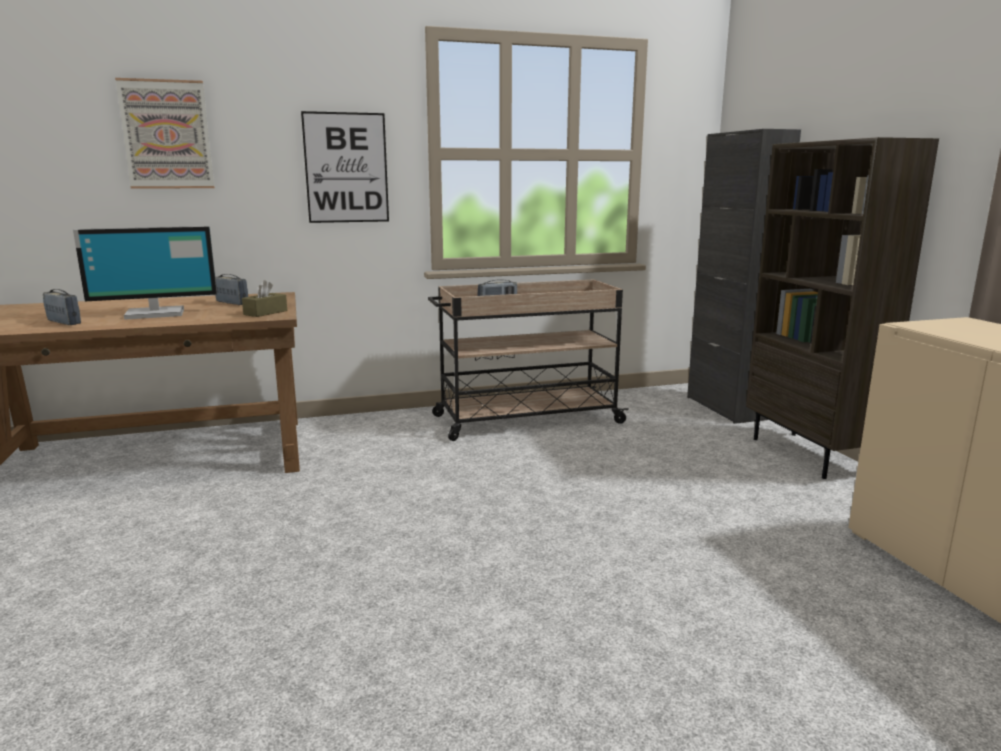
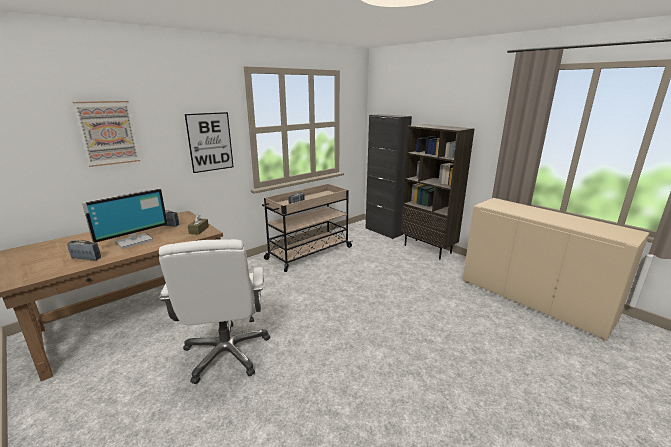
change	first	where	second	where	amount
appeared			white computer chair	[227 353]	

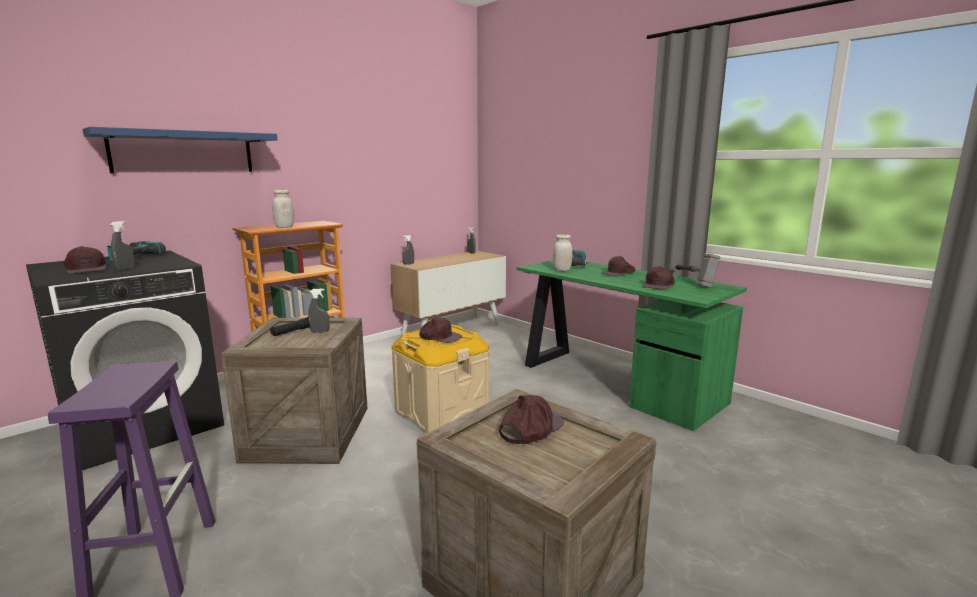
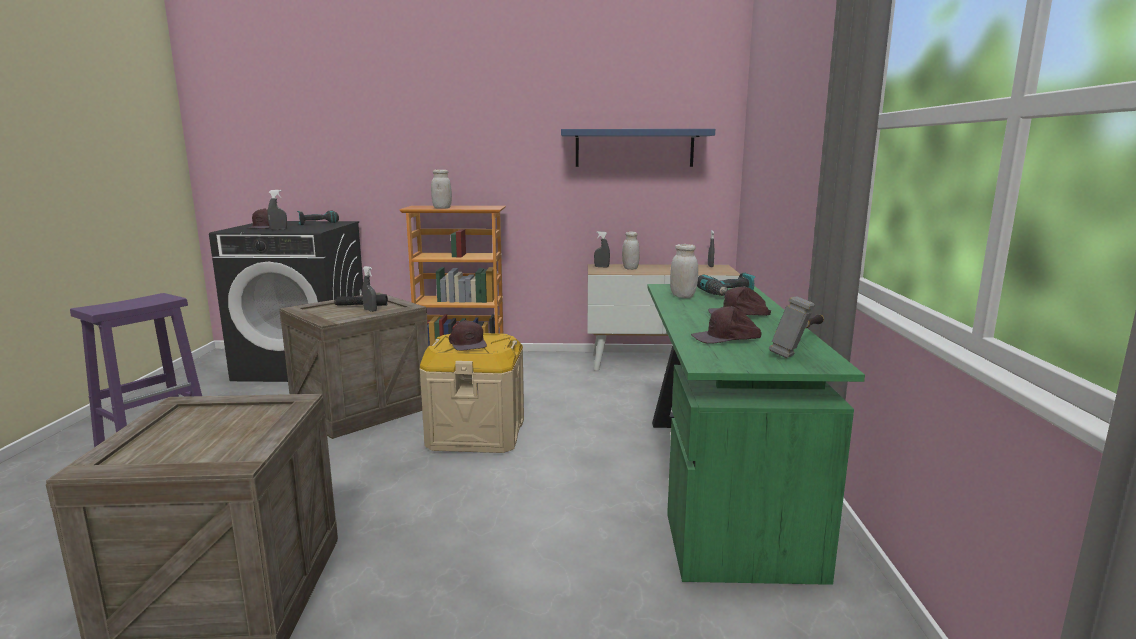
change	first	where	second	where	amount
relocated	blue-coloured bracket shelf	[183 152]		[634 148]	
appeared			white storage jar	[630 268]	
missing	brown baseball cap	[530 427]			

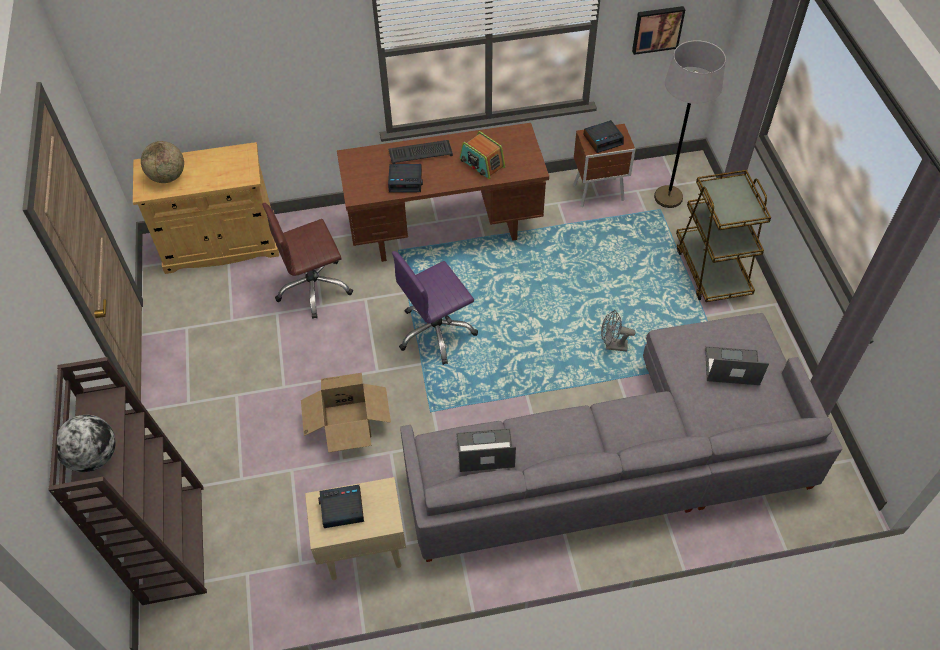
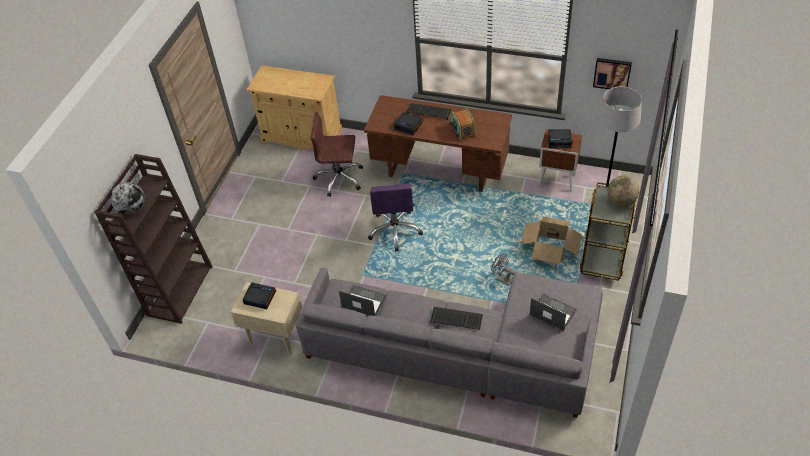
change	first	where	second	where	amount
spun	purple computer chair	[436 332]		[395 230]	90 degrees counterclockwise
appeared			PC keyboard	[455 319]	
relocated	packing box	[347 422]		[550 248]	
relocated	desk globe	[168 176]		[621 201]	

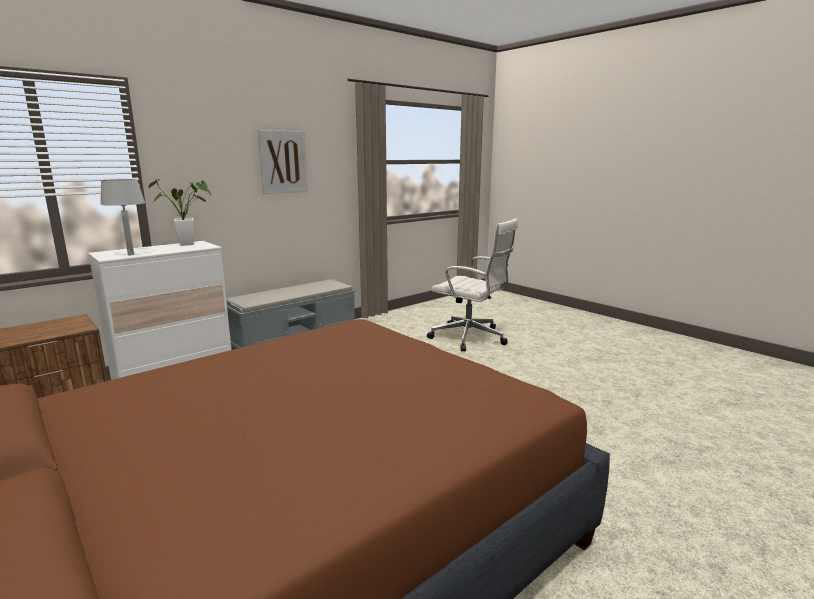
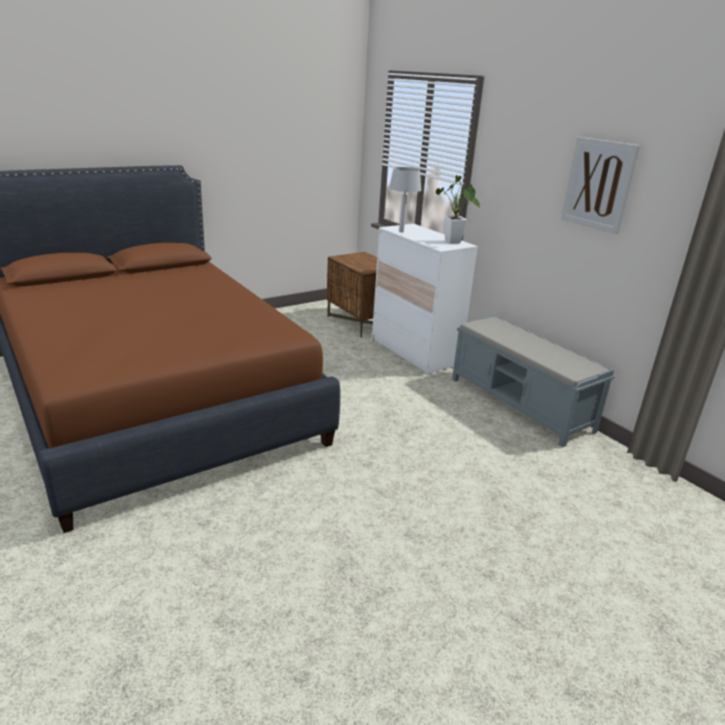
change	first	where	second	where	amount
missing	white computer chair	[470 338]			

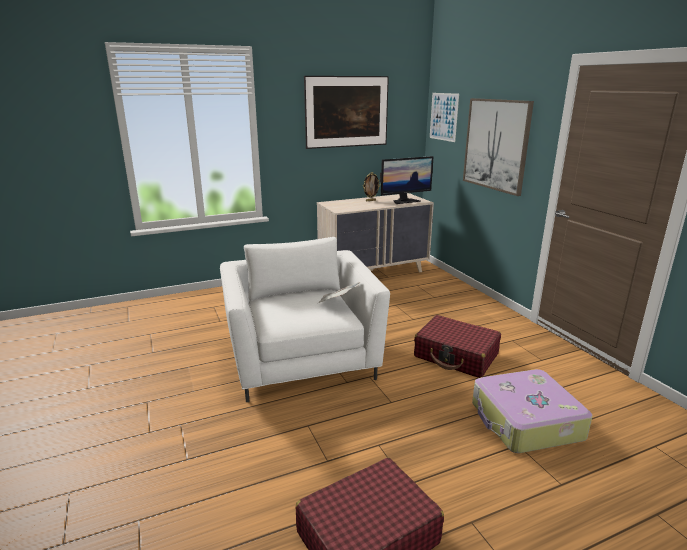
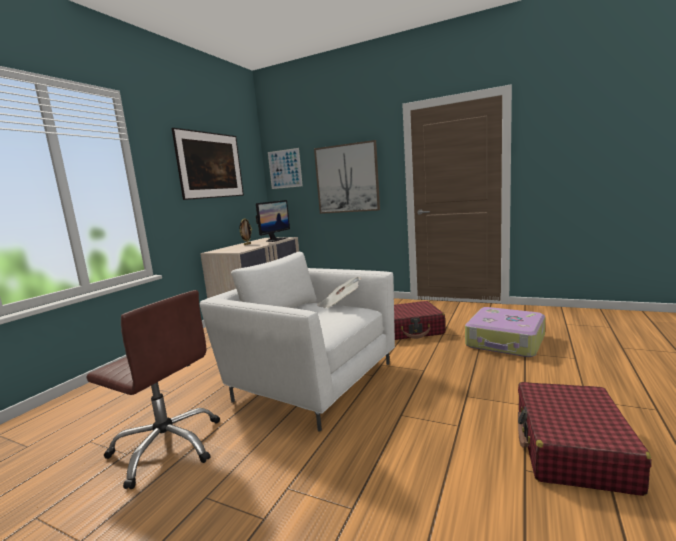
change	first	where	second	where	amount
appeared			brown computer chair	[167 446]	

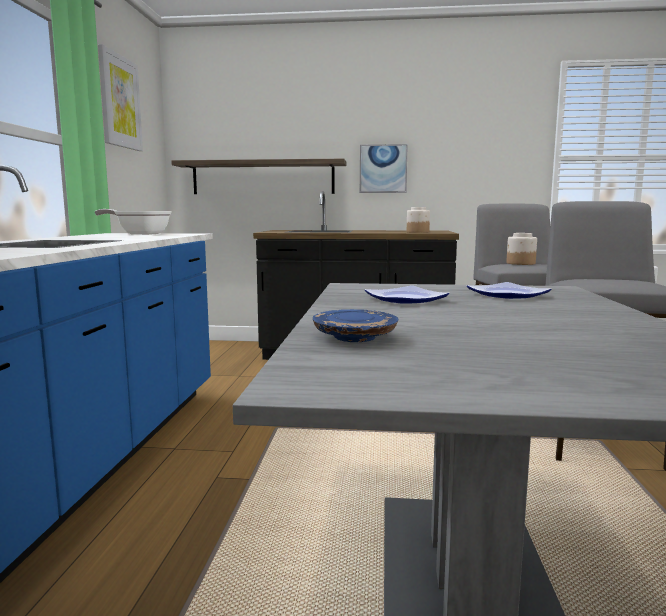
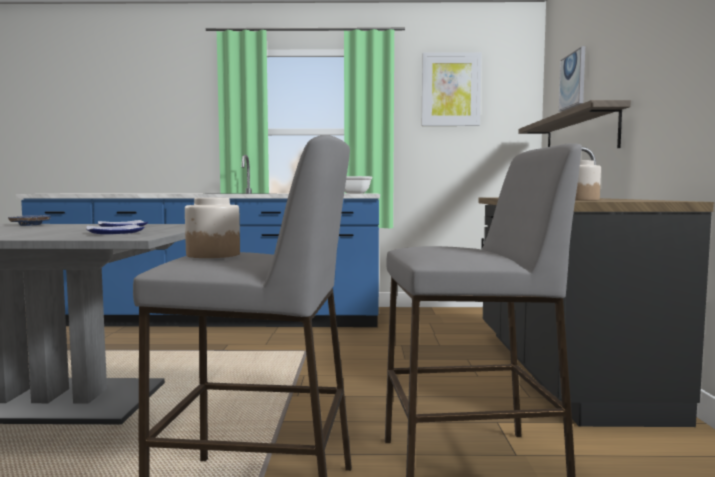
change	first	where	second	where	amount
relocated	storage jar	[520 263]		[213 255]	
relocated	wall picture	[383 169]		[573 80]	

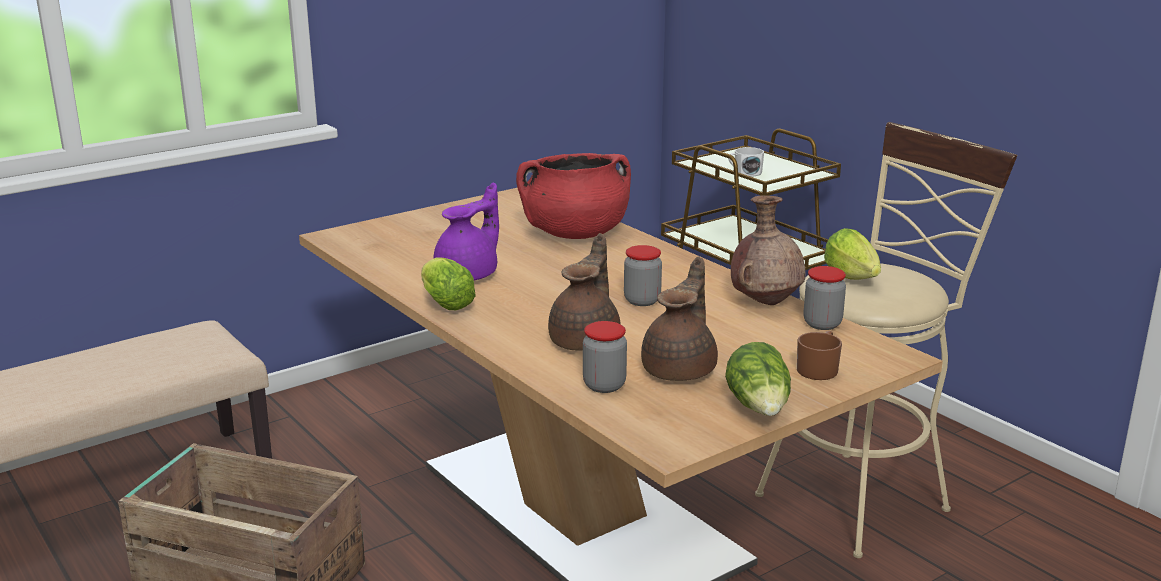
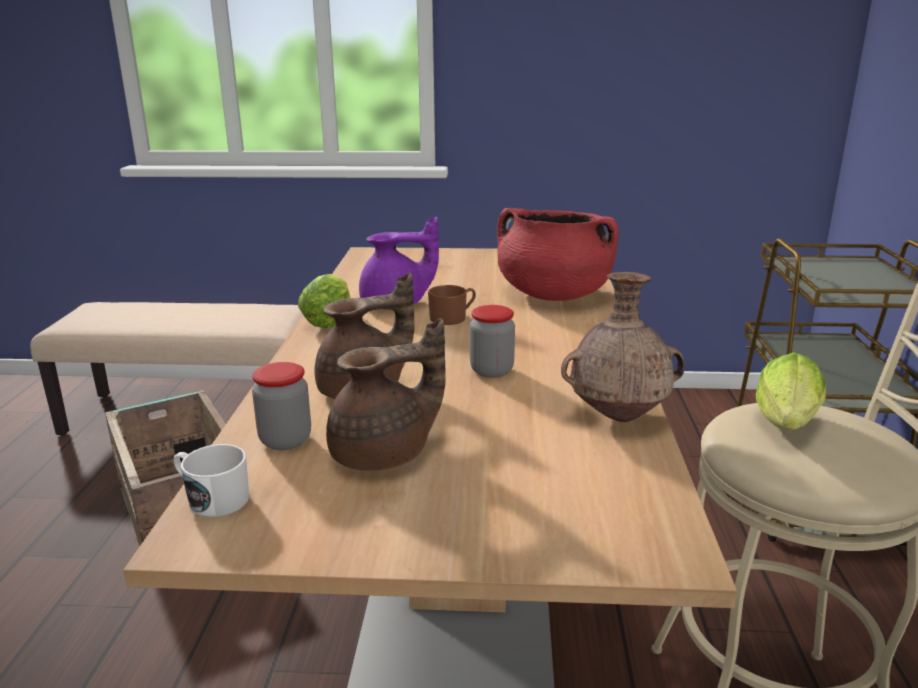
change	first	where	second	where	amount
relocated	white mug	[744 173]		[212 499]	
relocated	brown mug	[819 368]		[452 318]	
missing	lettuce	[759 408]			
missing	storage jar	[822 324]			

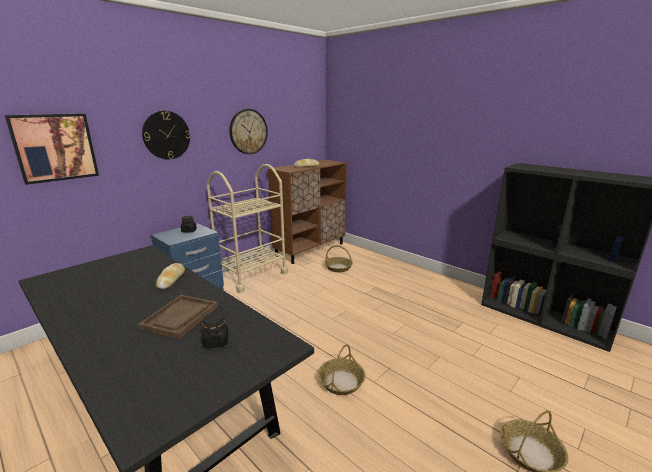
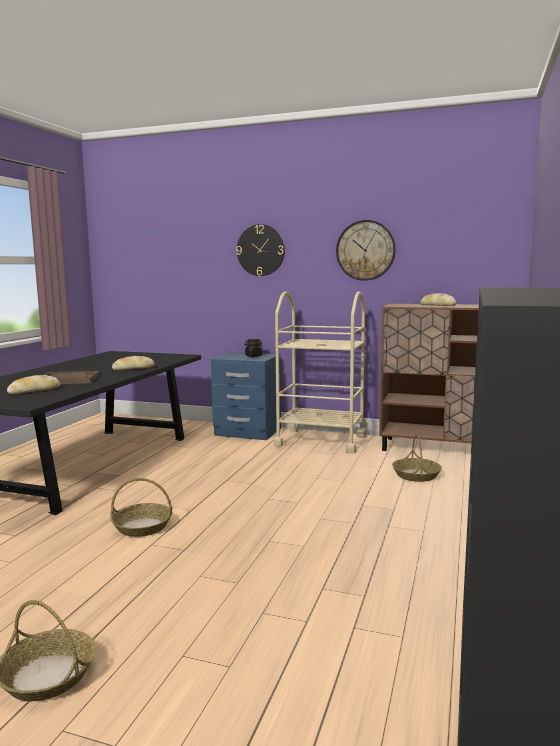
change	first	where	second	where	amount
exchanged	black storage jar	[216 341]	bakery bread	[34 391]	
missing	wall picture	[55 147]			

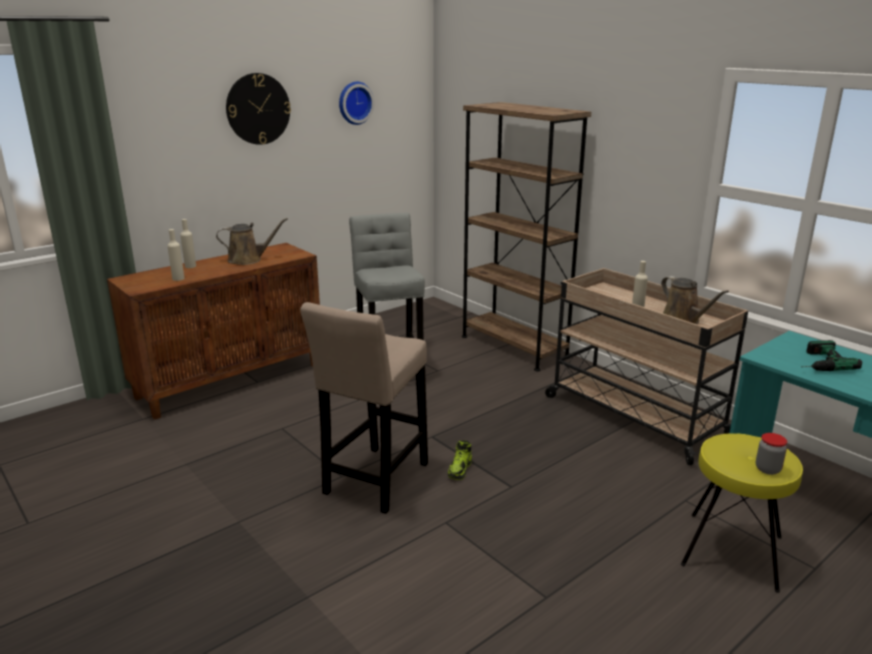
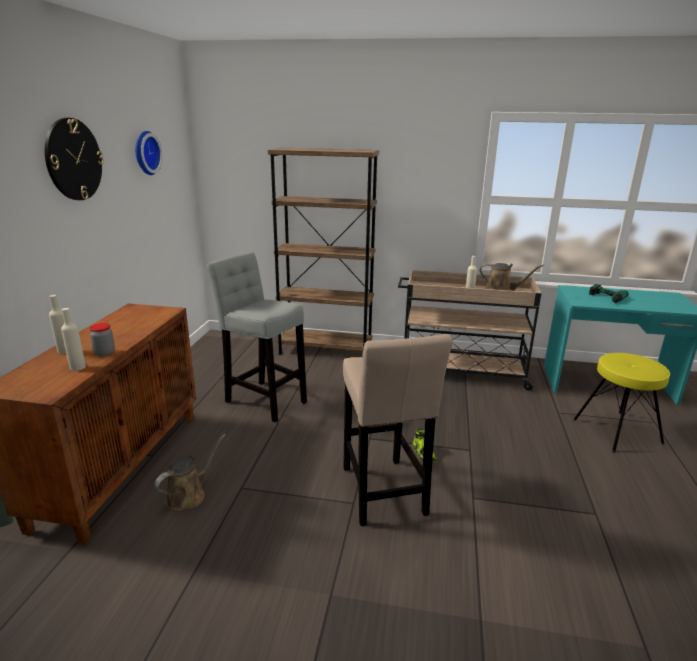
change	first	where	second	where	amount
relocated	storage jar	[767 469]		[104 353]	
relocated	brown watering pot	[248 260]		[189 495]	

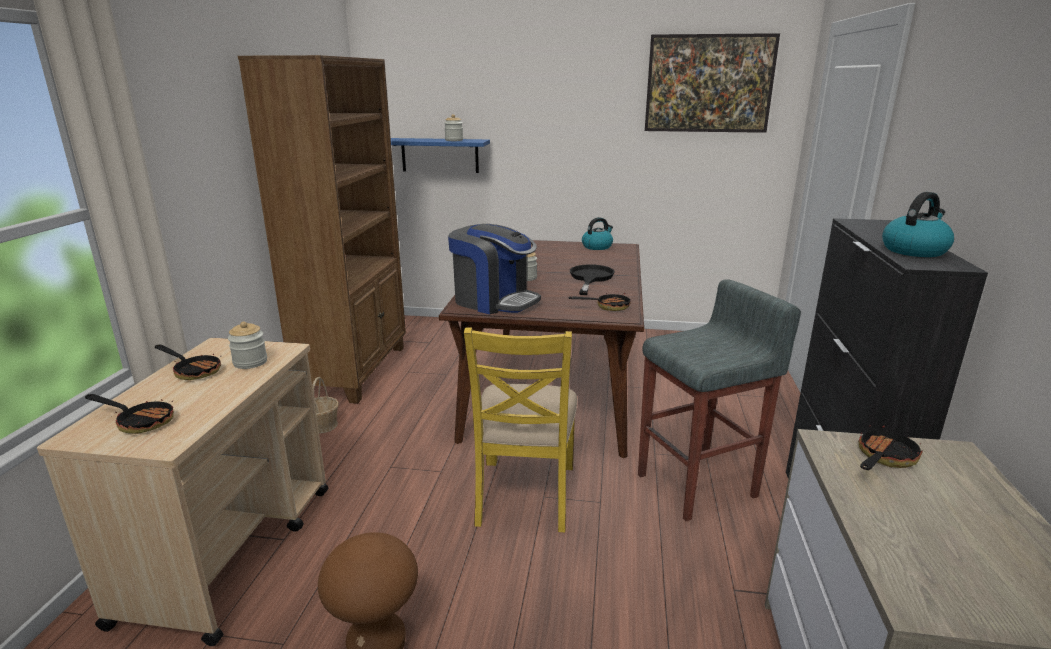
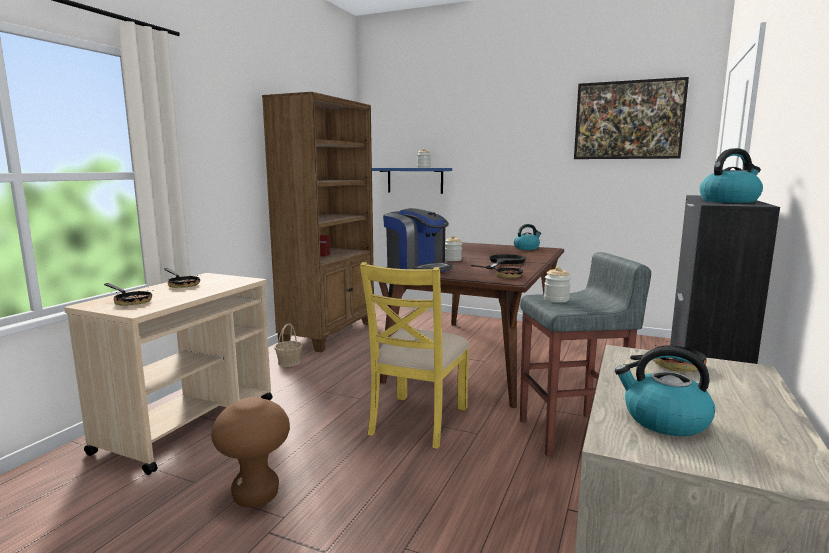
change	first	where	second	where	amount
relocated	storage jar	[250 362]		[556 299]	
appeared			tea kettle	[664 420]	

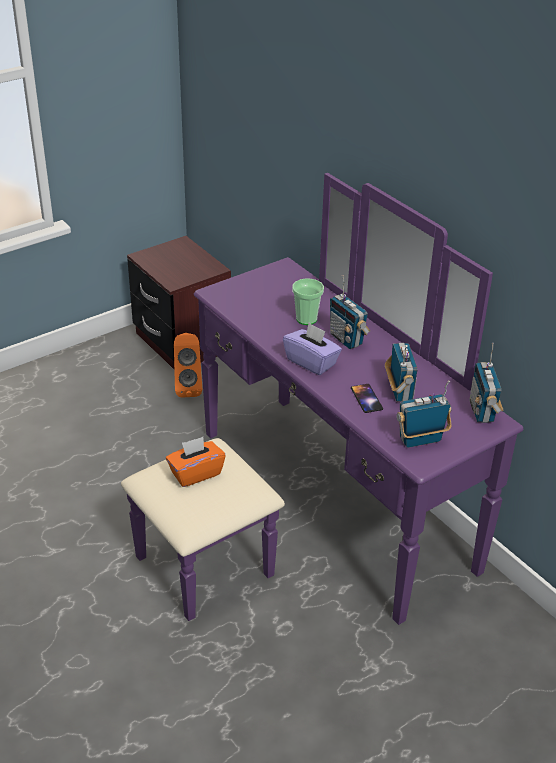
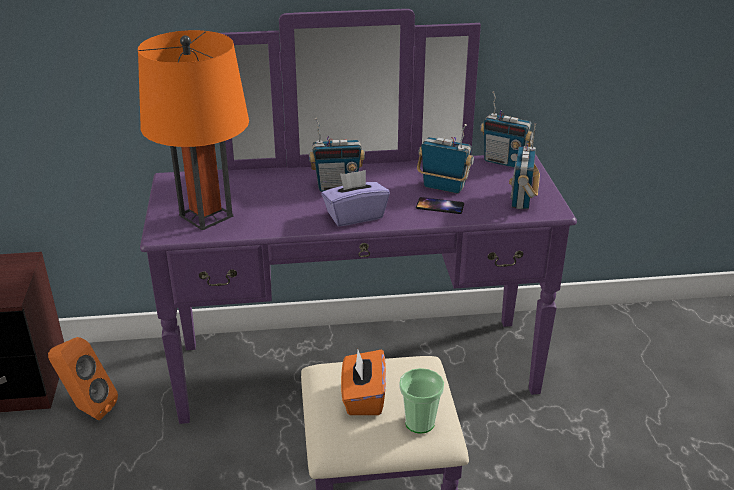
change	first	where	second	where	amount
appeared			orange-coloured tabletop lamp	[206 216]	
relocated	drinking cup	[306 319]		[419 423]	

